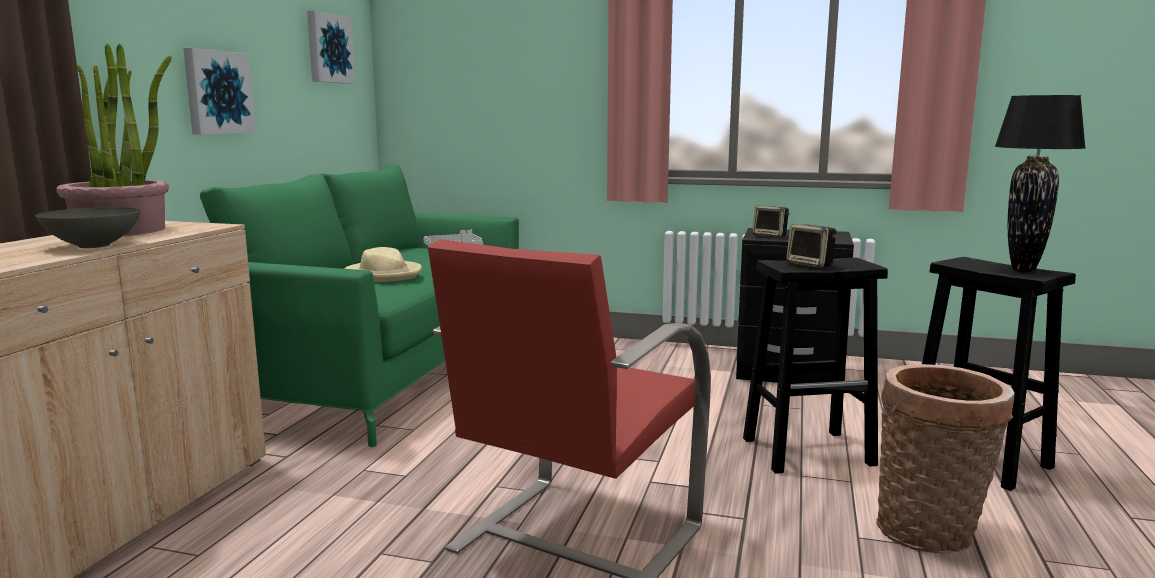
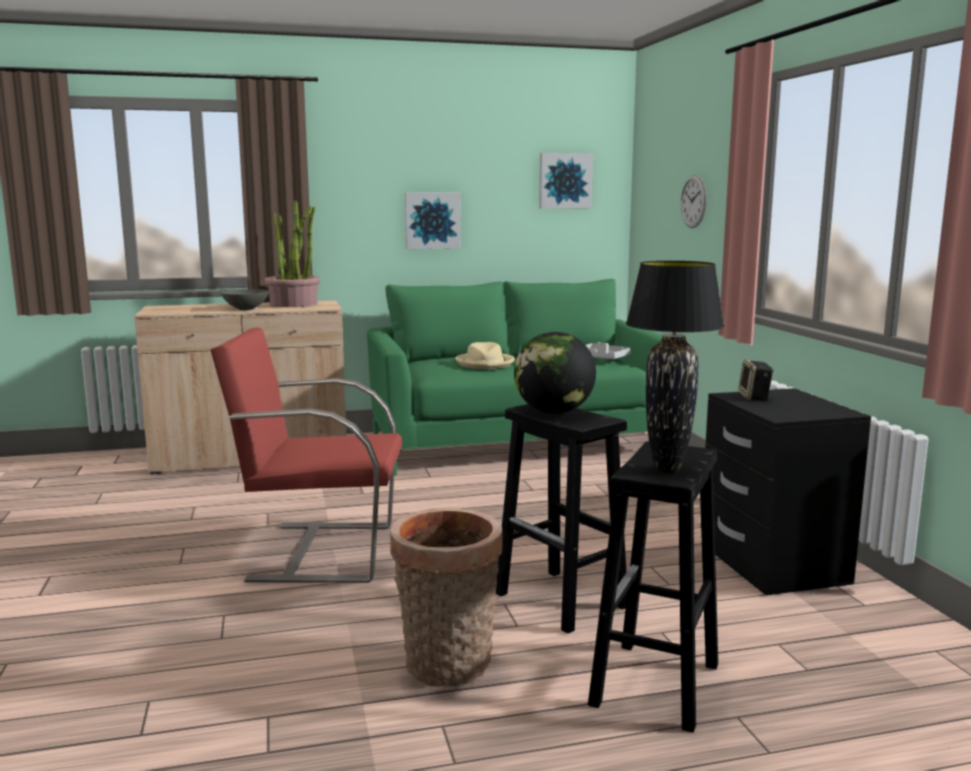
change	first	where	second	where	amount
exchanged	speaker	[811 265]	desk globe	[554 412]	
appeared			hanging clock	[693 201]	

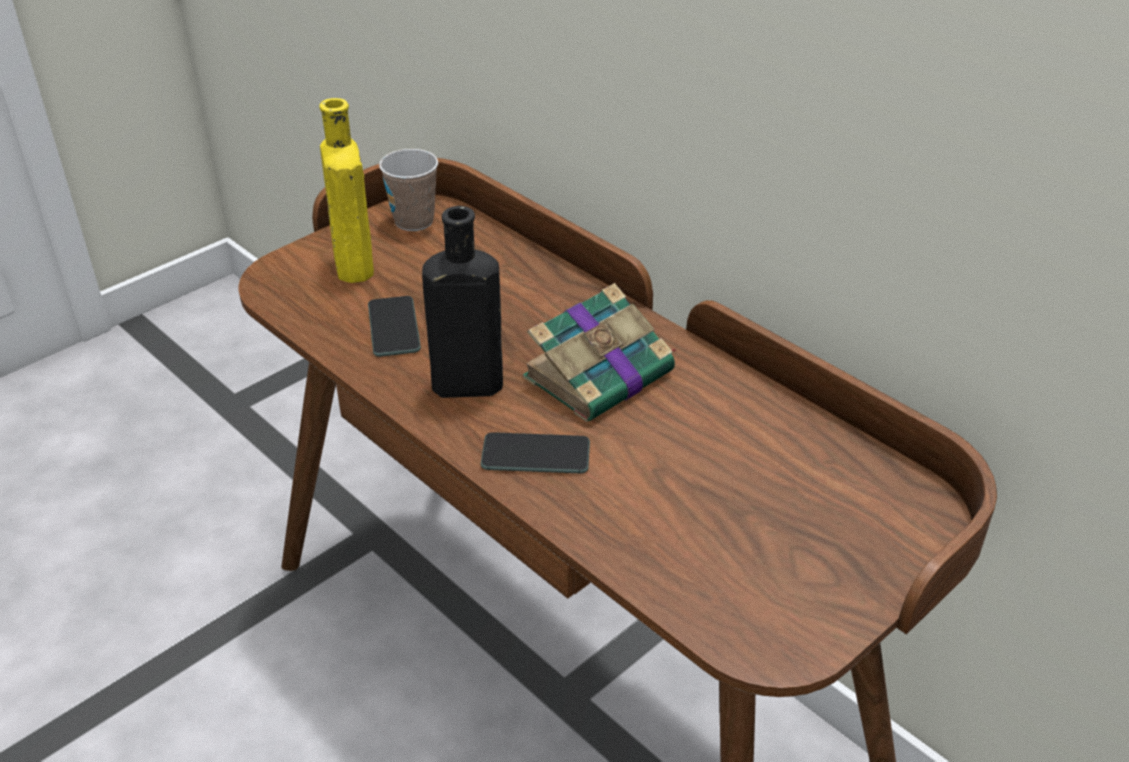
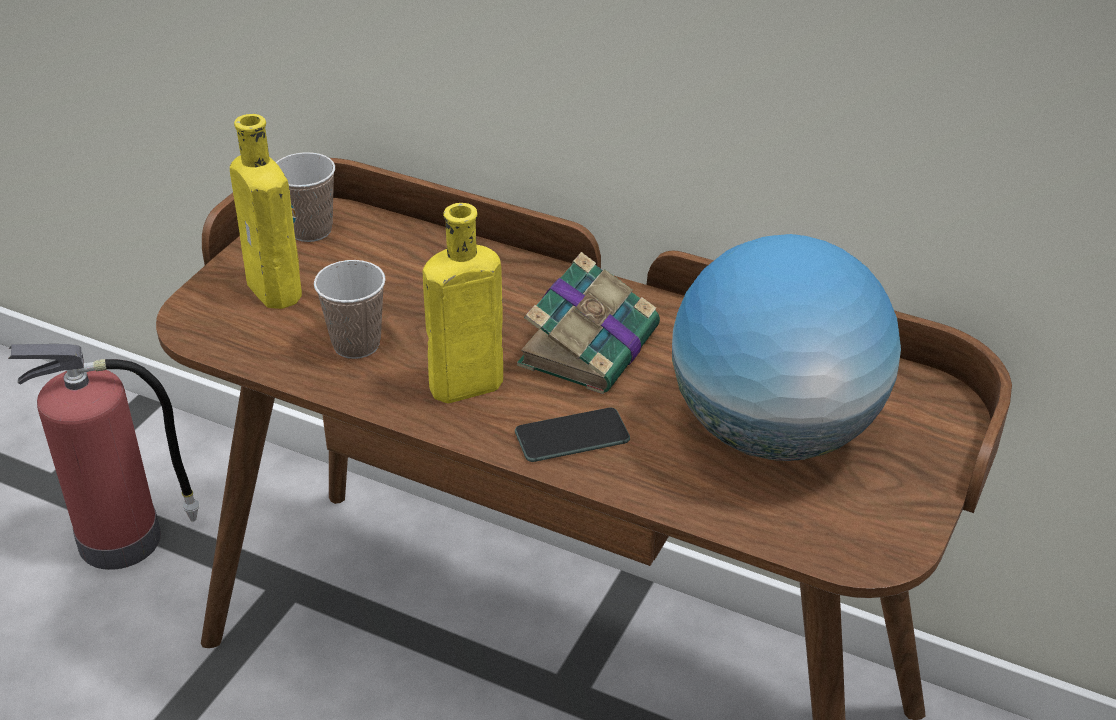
change	first	where	second	where	amount
appeared			fire-fighting cylinder	[125 539]	
exchanged	handset	[394 327]	drinking cup	[356 344]	
colour	black drink bottle	[462 385]	yellowish drink bottle	[461 386]	
appeared			desk globe	[774 431]	

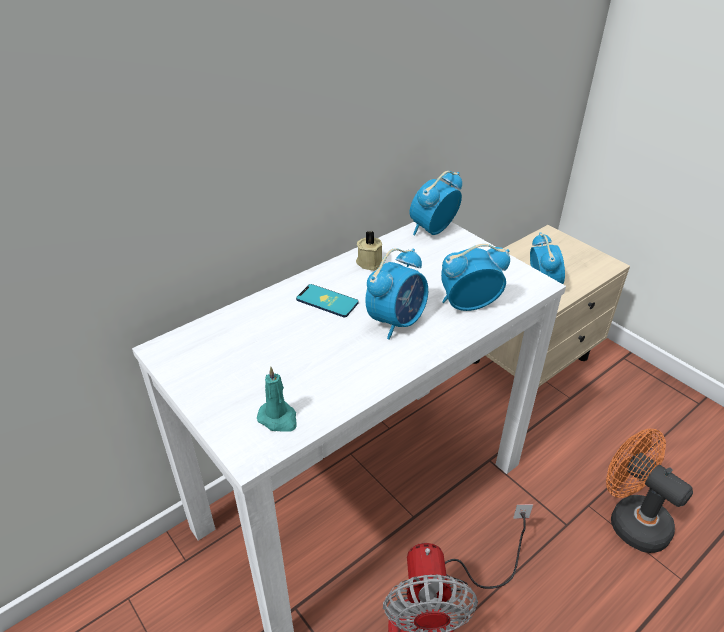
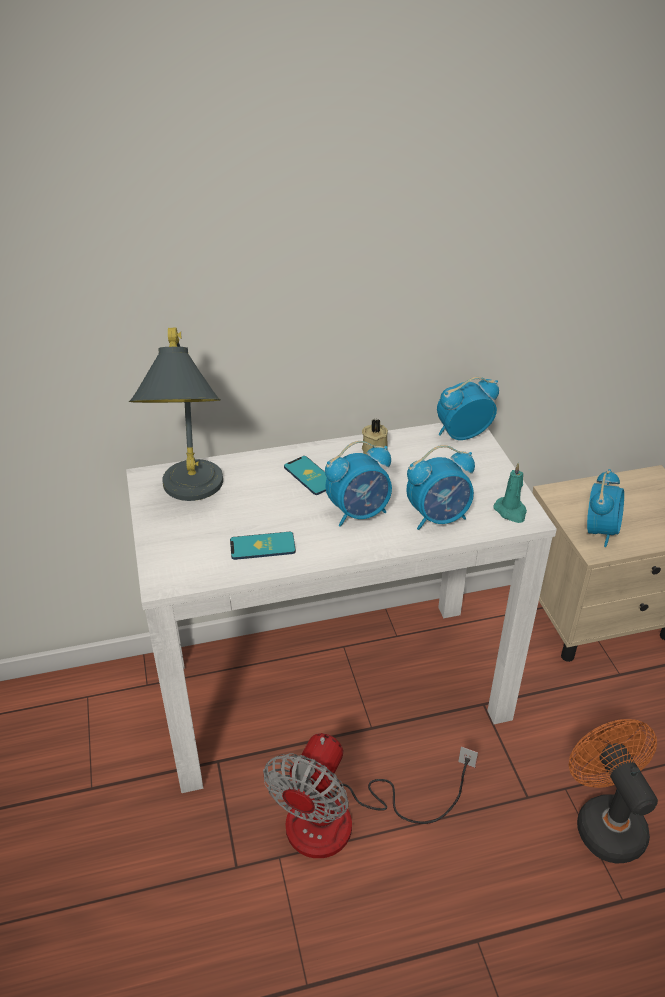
change	first	where	second	where	amount
appeared			greyish tabletop lamp	[190 496]	
appeared			handset	[262 546]	
spun	bedside clock	[468 305]		[438 517]	150 degrees clockwise
relocated	turquoise-coloured candle	[278 418]		[511 511]	

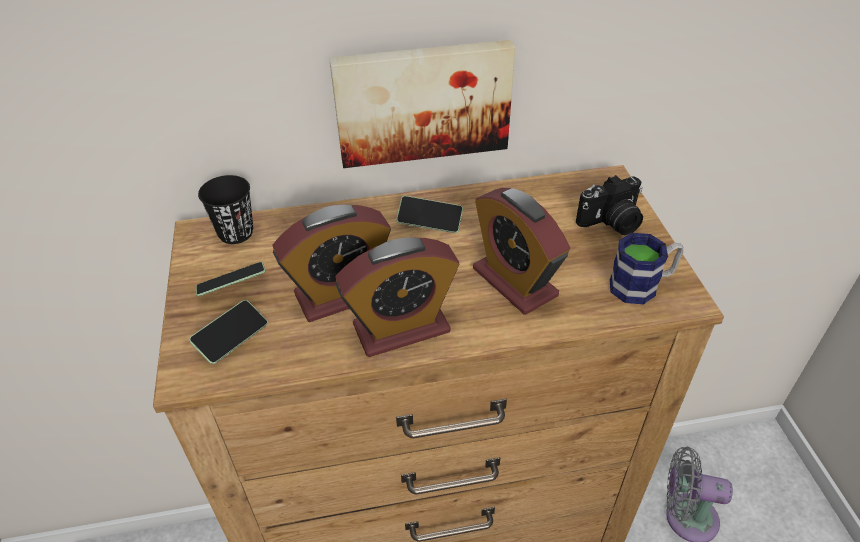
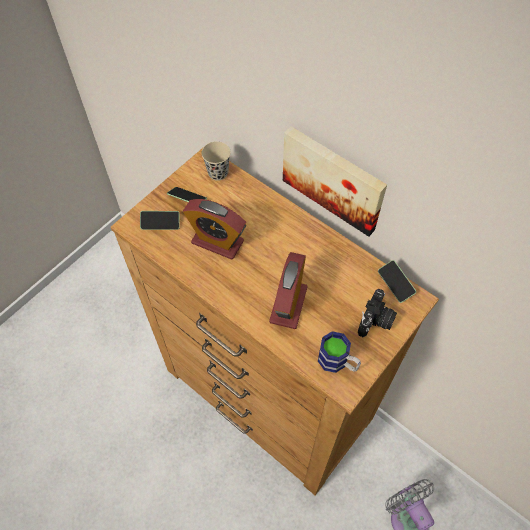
change	first	where	second	where	amount
colour	black drinking cup	[236 233]	beige drinking cup	[218 173]	
spun	photo camera	[611 223]		[376 321]	90 degrees counterclockwise
relocated	handset	[429 221]		[395 284]	
missing	bedside clock	[401 328]			

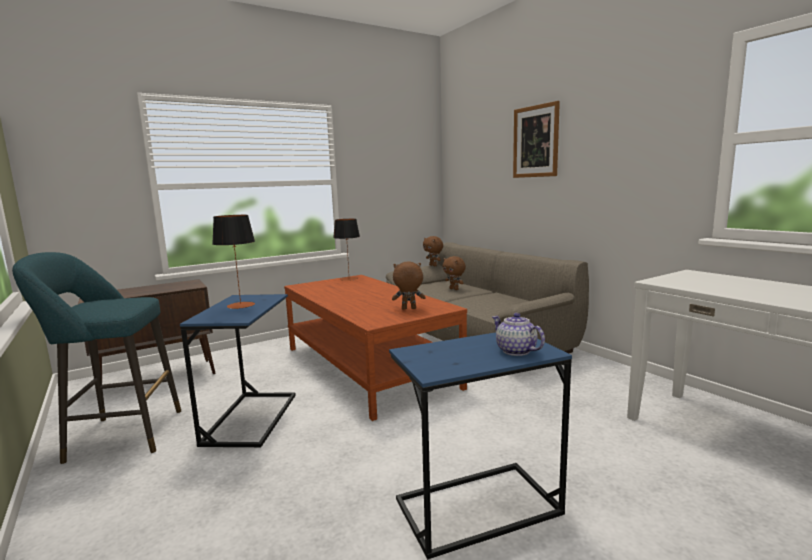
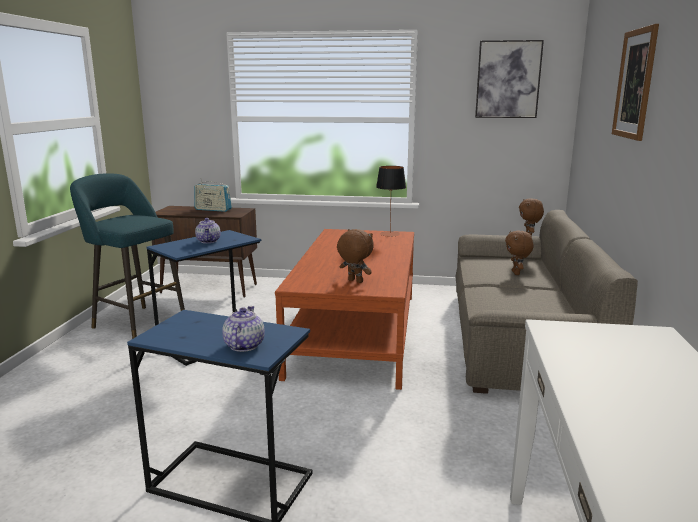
change	first	where	second	where	amount
appeared			radio	[213 210]	
exchanged	tabletop lamp	[240 305]	teapot	[209 241]	
appeared			wall picture	[508 79]	

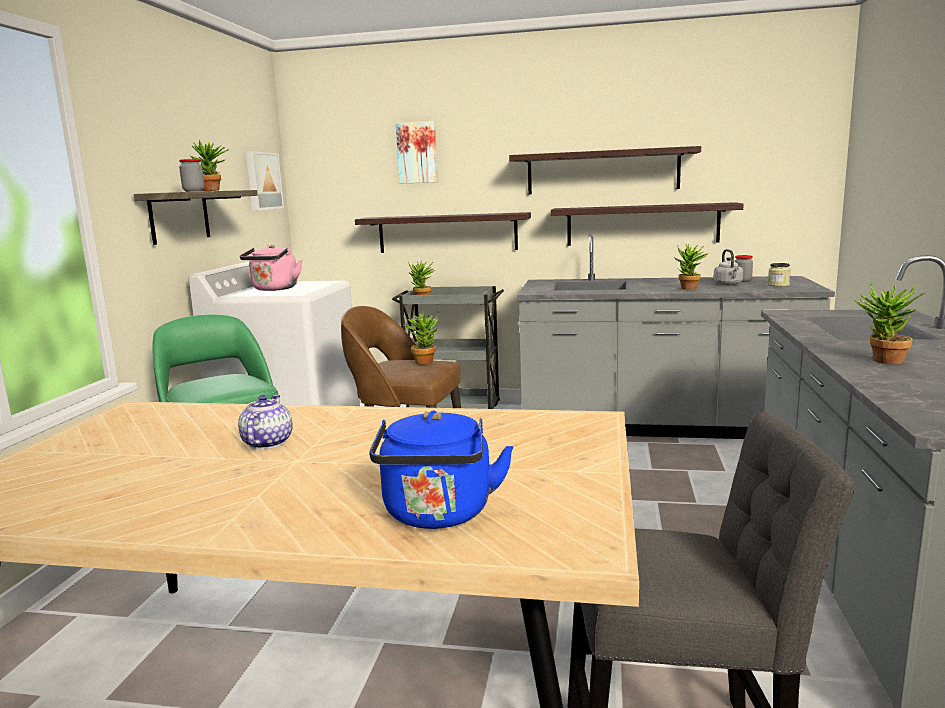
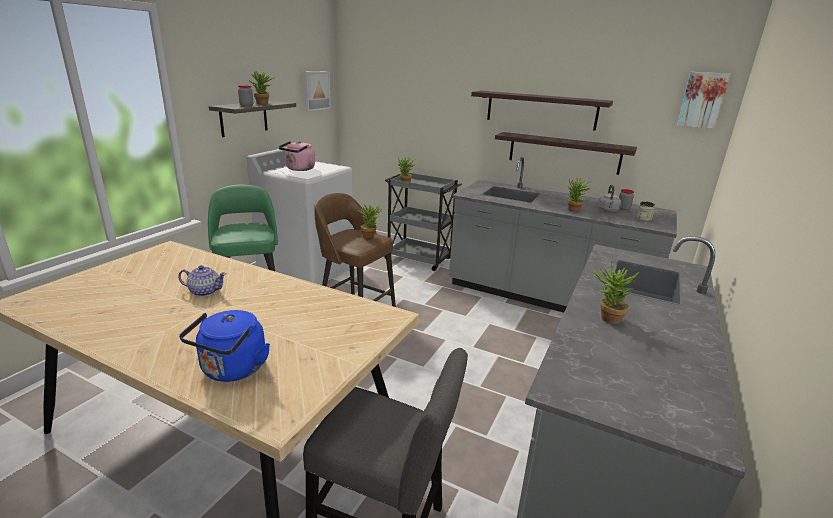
change	first	where	second	where	amount
spun	teapot	[266 443]		[204 291]	75 degrees clockwise
relocated	wall picture	[417 152]		[702 100]	
missing	bracket shelf	[447 233]			

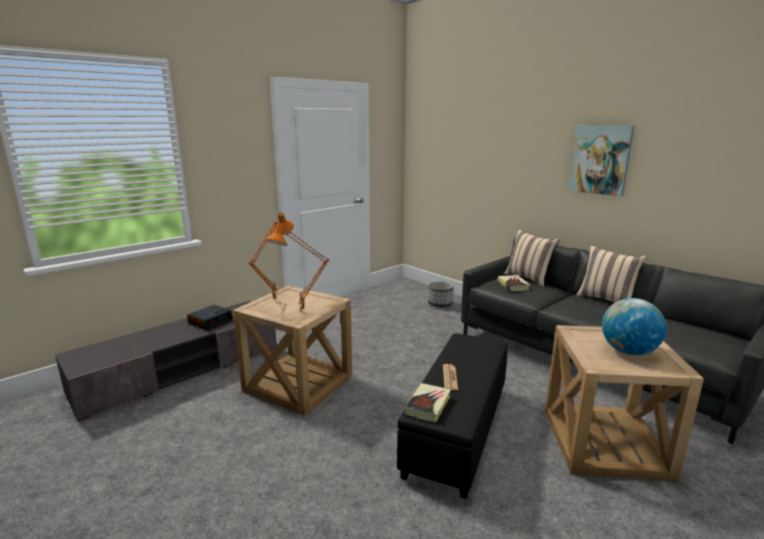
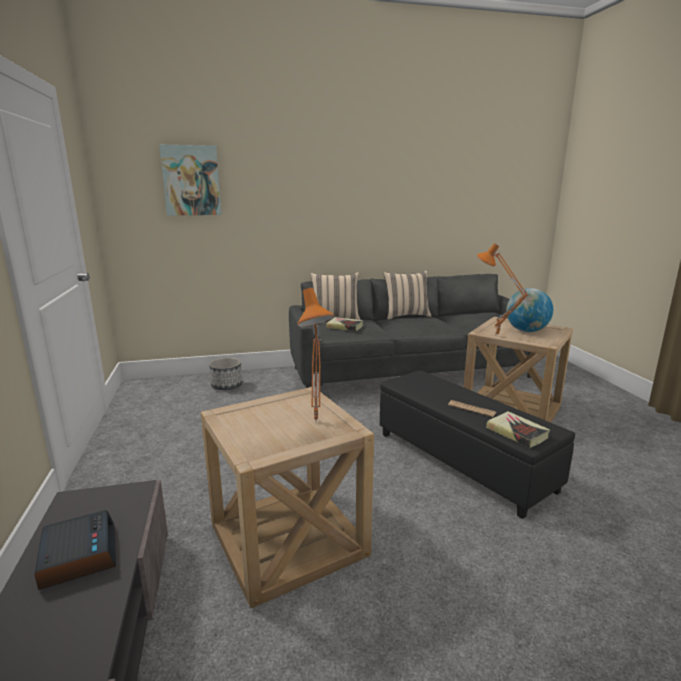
change	first	where	second	where	amount
relocated	wall picture	[600 159]		[191 180]	
relocated	orange-coloured tabletop lamp	[274 300]		[495 336]	

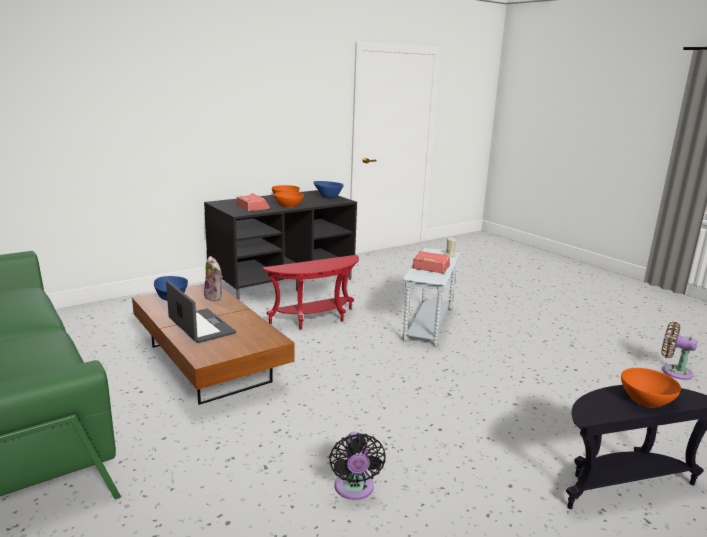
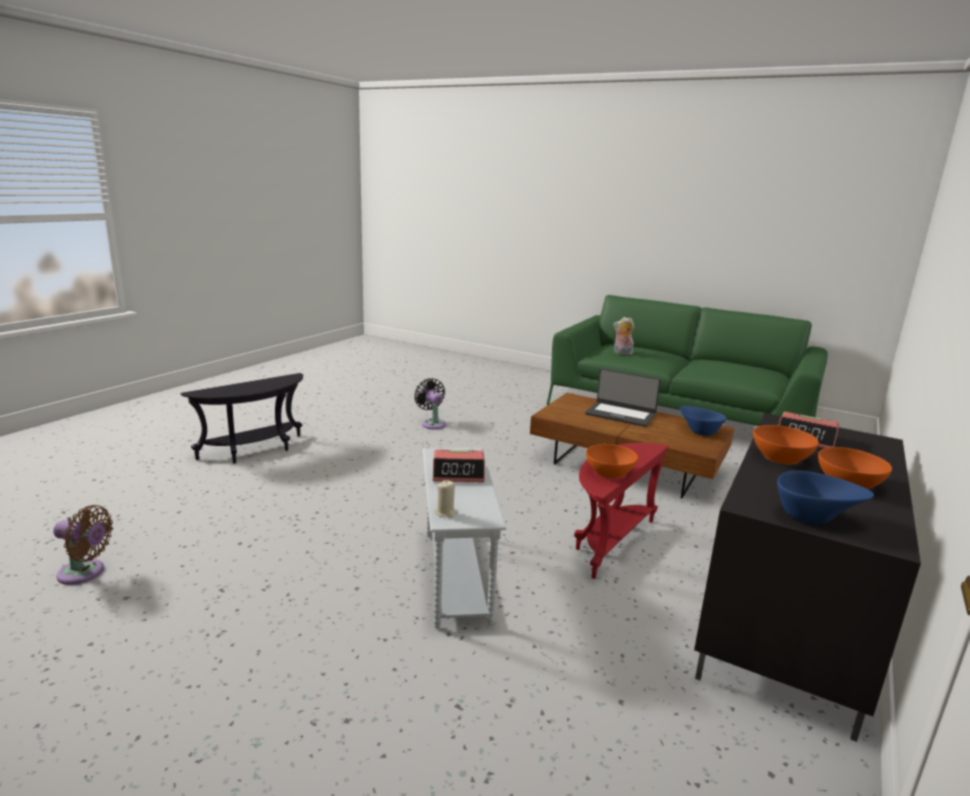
change	first	where	second	where	amount
relocated	orange-coloured deep dish	[646 399]		[610 472]	
relocated	soft toy	[215 297]		[622 353]	

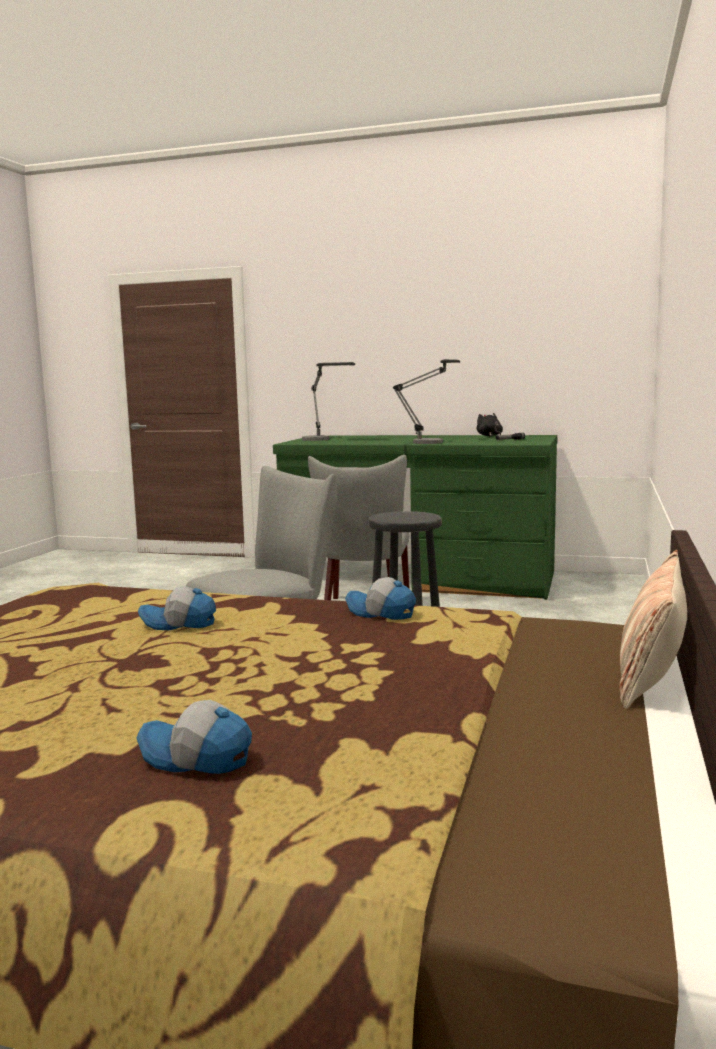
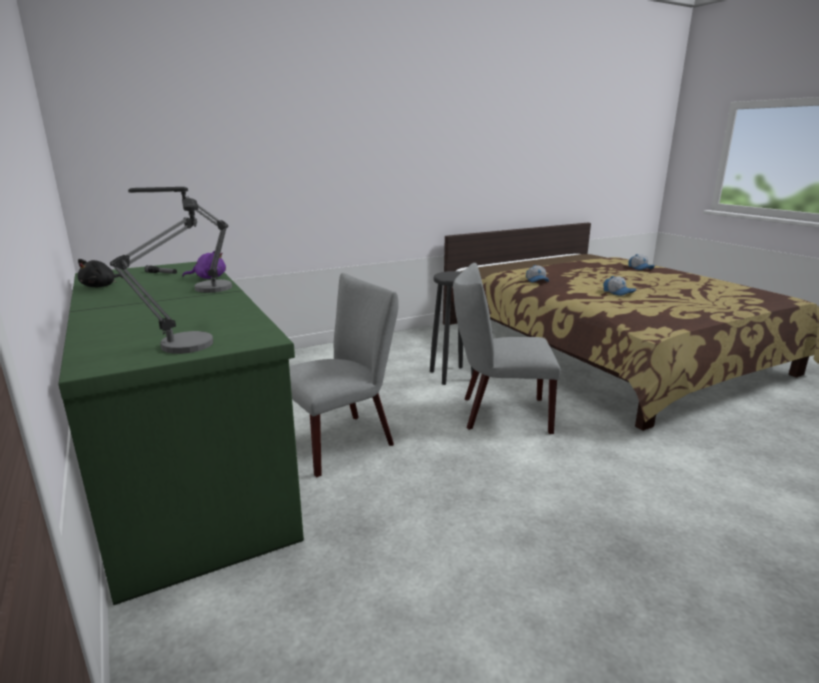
change	first	where	second	where	amount
appeared			purple soft toy	[208 278]	
missing	throw pillow	[653 667]			

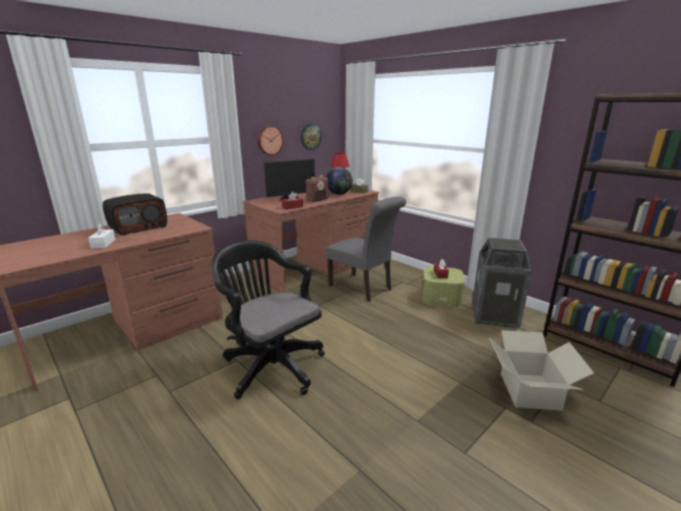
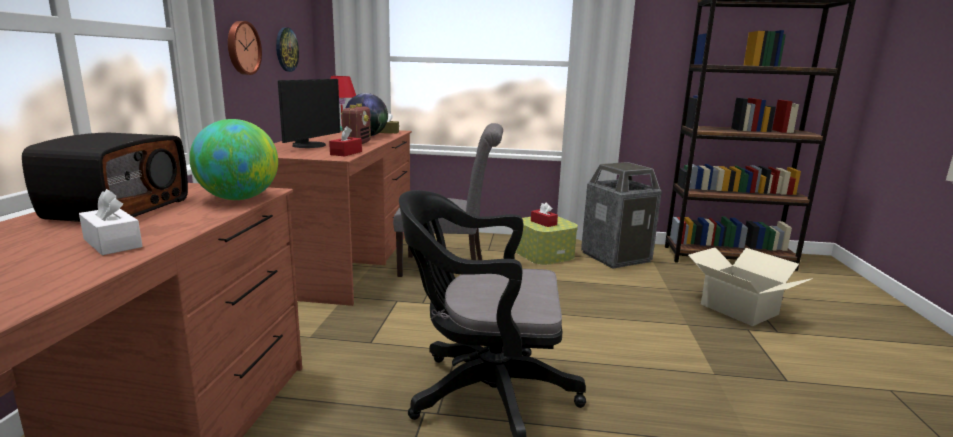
change	first	where	second	where	amount
appeared			desk globe	[239 198]	

